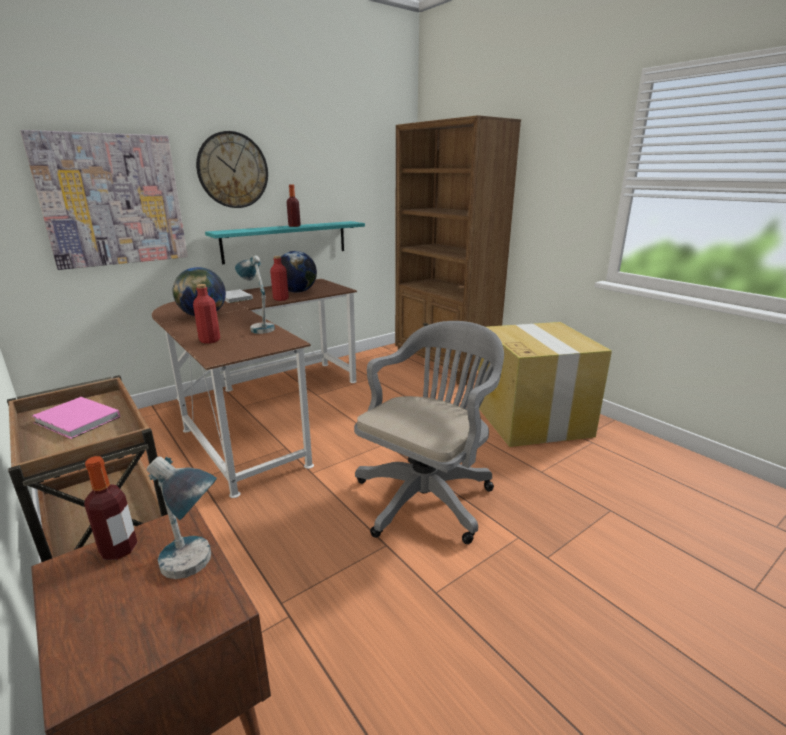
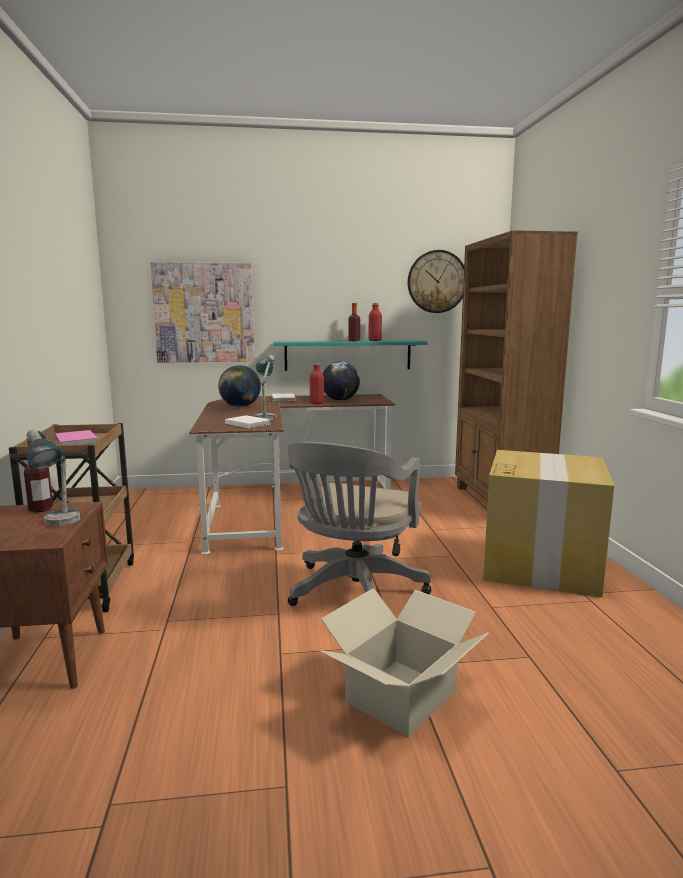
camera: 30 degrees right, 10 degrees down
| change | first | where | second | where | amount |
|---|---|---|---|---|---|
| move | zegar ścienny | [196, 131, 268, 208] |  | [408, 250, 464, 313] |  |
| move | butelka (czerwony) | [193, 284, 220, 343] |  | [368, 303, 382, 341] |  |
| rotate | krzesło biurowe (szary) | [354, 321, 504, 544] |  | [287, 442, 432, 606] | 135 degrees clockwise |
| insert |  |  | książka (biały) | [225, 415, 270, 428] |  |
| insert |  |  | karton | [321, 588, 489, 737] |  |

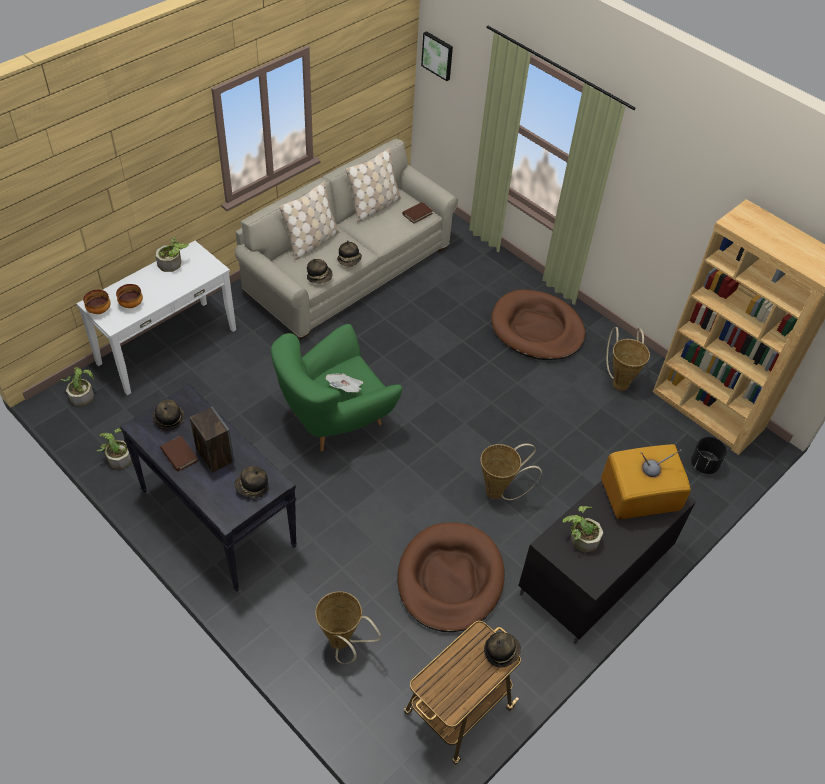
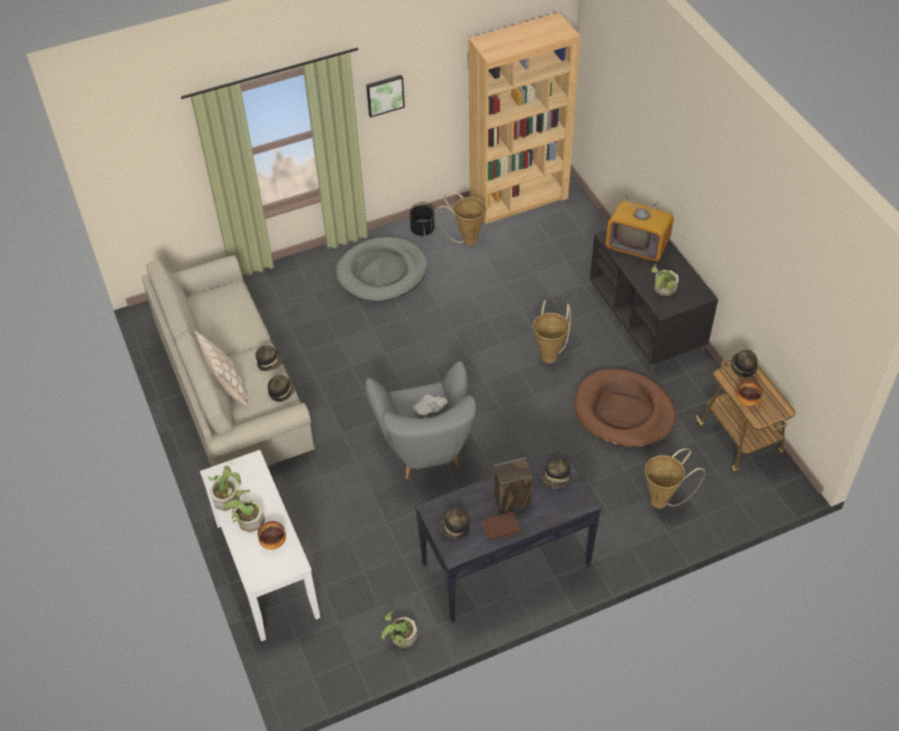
camera: 65 degrees left, 0 degrees up
| change | first | where | second | where | amount |
|---|---|---|---|---|---|
| move | obraz | [421, 31, 453, 81] |  | [366, 75, 405, 117] |  |
| delete | poduszka (beżowy) | [346, 148, 401, 222] |  |  |  |
| delete | książka (brązowy) | [402, 202, 433, 224] |  |  |  |
| recolor | legowisko (brązowy) | [491, 289, 585, 360] | legowisko (szary) | [336, 237, 428, 301] |  |
| move | miska | [83, 290, 111, 314] |  | [736, 381, 763, 406] |  |
| recolor | fotel (zielony) | [271, 324, 402, 452] | fotel (szary) | [365, 361, 476, 479] |  |
| move | roślina doniczkowa | [61, 367, 94, 406] |  | [223, 490, 265, 532] |  |
| move | donica (czarny) | [691, 437, 727, 474] |  | [410, 205, 435, 236] |  |
| rotate | telewizor | [601, 444, 691, 519] |  | [606, 195, 674, 261] | 75 degrees counterclockwise |

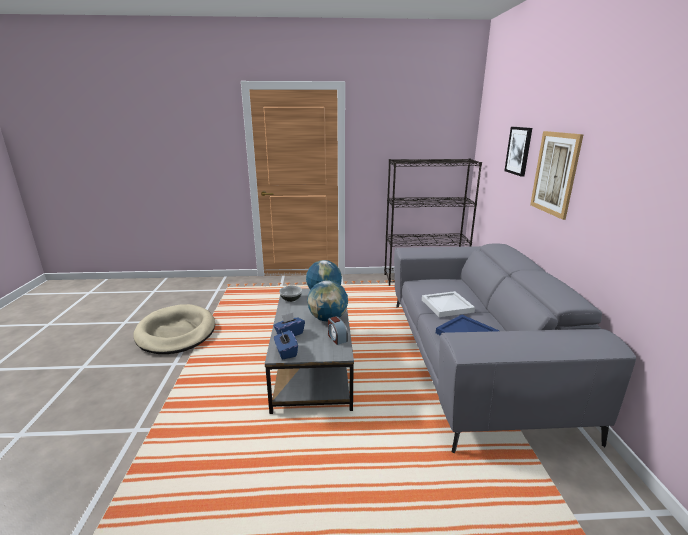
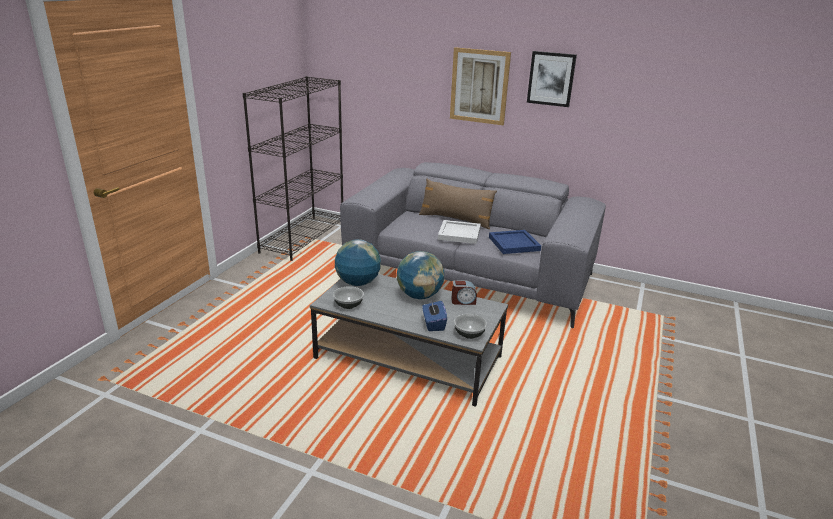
camera: 65 degrees left, 5 degrees up
| change | first | where | second | where | amount |
|---|---|---|---|---|---|
| move | obraz | [504, 127, 532, 177] |  | [527, 51, 577, 107] |  |
| delete | legowisko (beżowy) | [133, 304, 215, 354] |  |  |  |
| replace | pudełko chusteczek (niebieski) | [274, 330, 298, 359] | miska | [454, 314, 487, 339] |  |
| insert |  |  | poduszka (brązowy) | [419, 179, 497, 229] |  |

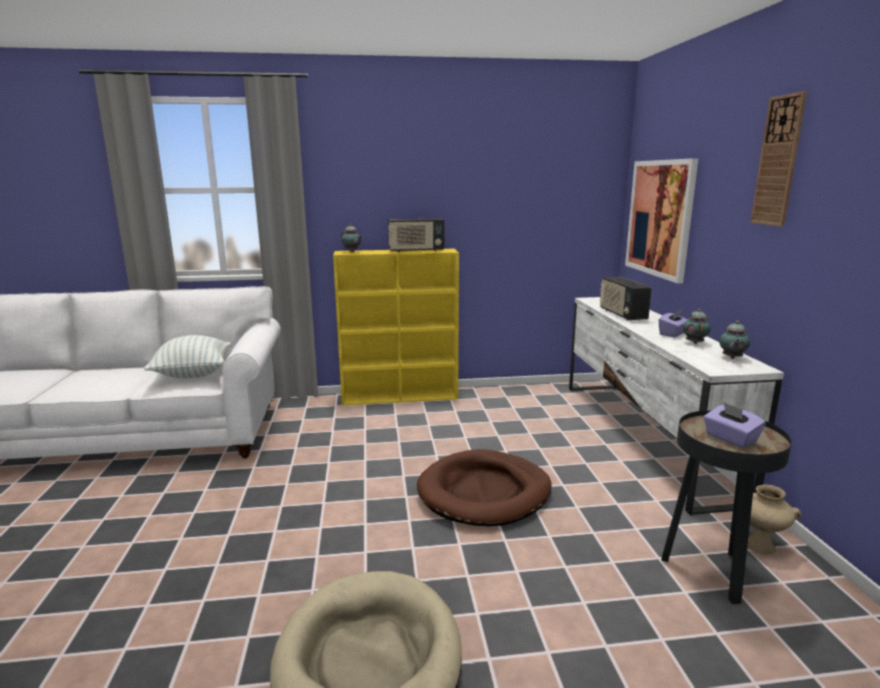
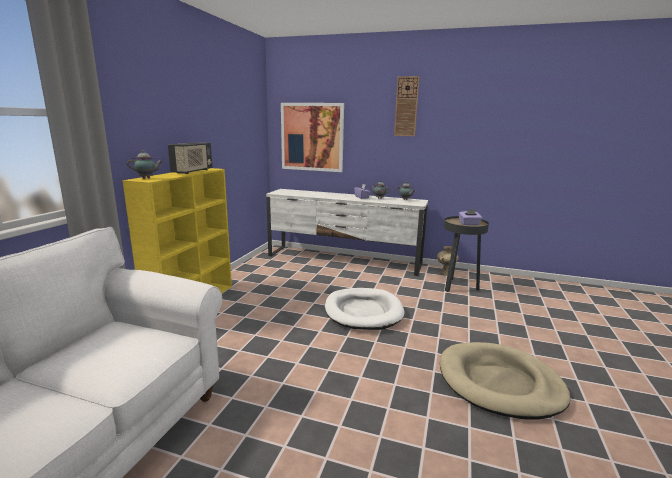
camera: 65 degrees left, 0 degrees up
| change | first | where | second | where | amount |
|---|---|---|---|---|---|
| delete | radio | [600, 277, 652, 320] |  |  |  |
| delete | poduszka | [144, 335, 231, 378] |  |  |  |
| recolor | legowisko (brązowy) | [417, 449, 552, 526] | legowisko (biały) | [325, 288, 404, 330] |  |

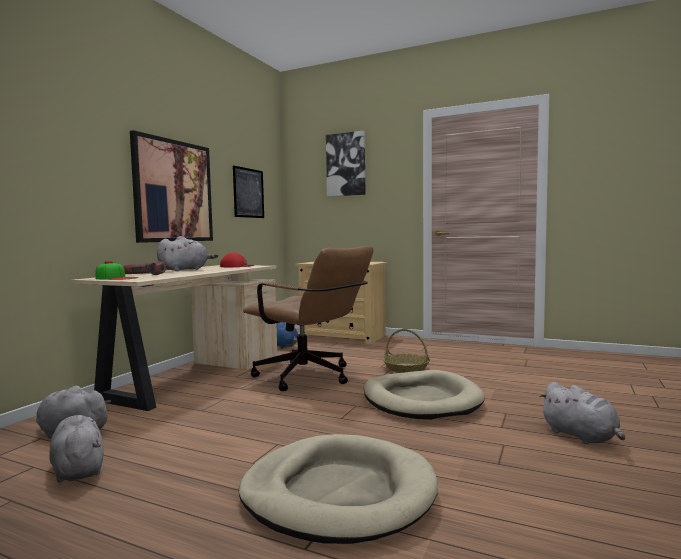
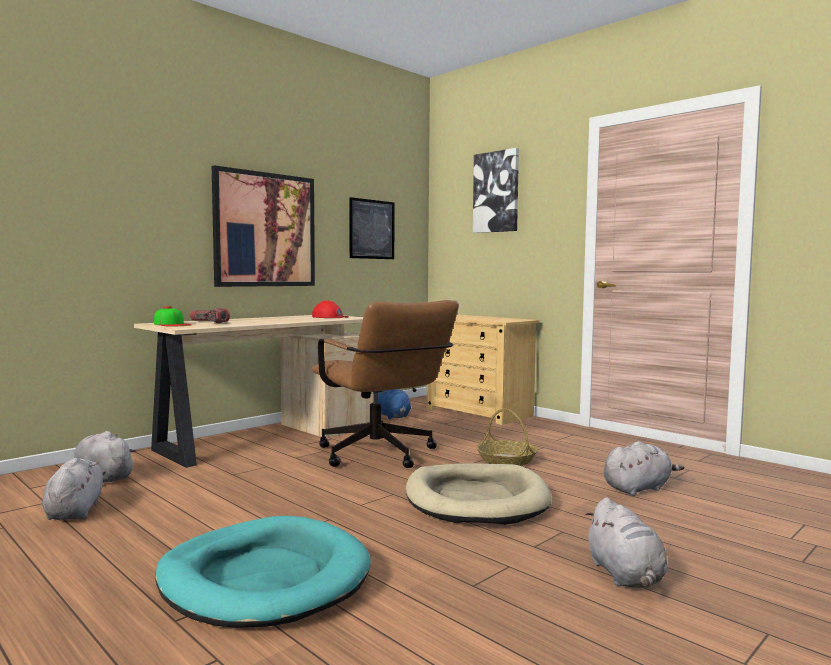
camera: 20 degrees right, 0 degrees up
| change | first | where | second | where | amount |
|---|---|---|---|---|---|
| move | pluszak (szary) | [157, 236, 218, 271] |  | [604, 441, 685, 496] |  |
| recolor | legowisko (beżowy) | [239, 434, 438, 544] | legowisko (turkusowy) | [155, 516, 371, 628] |  |

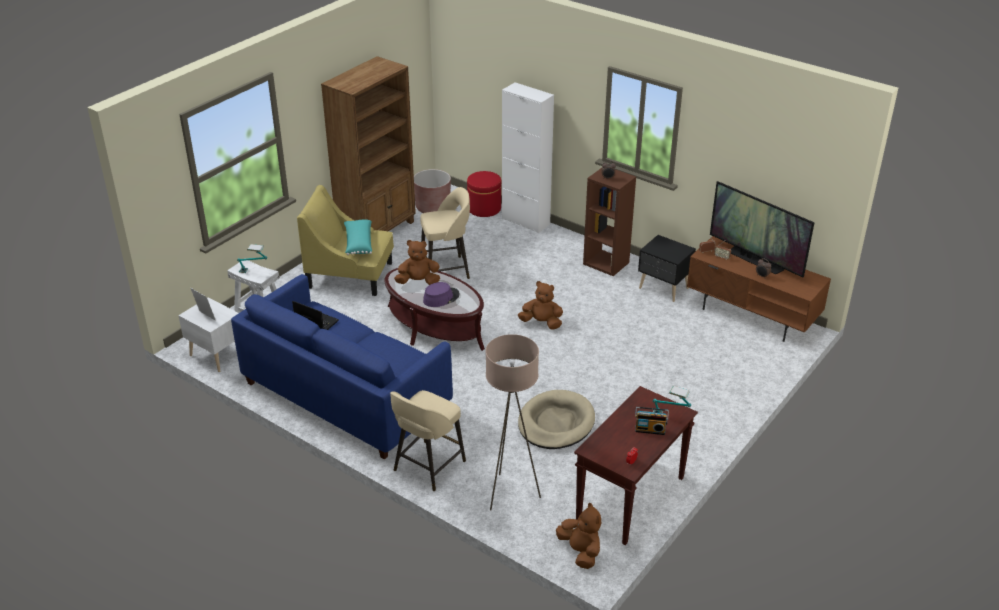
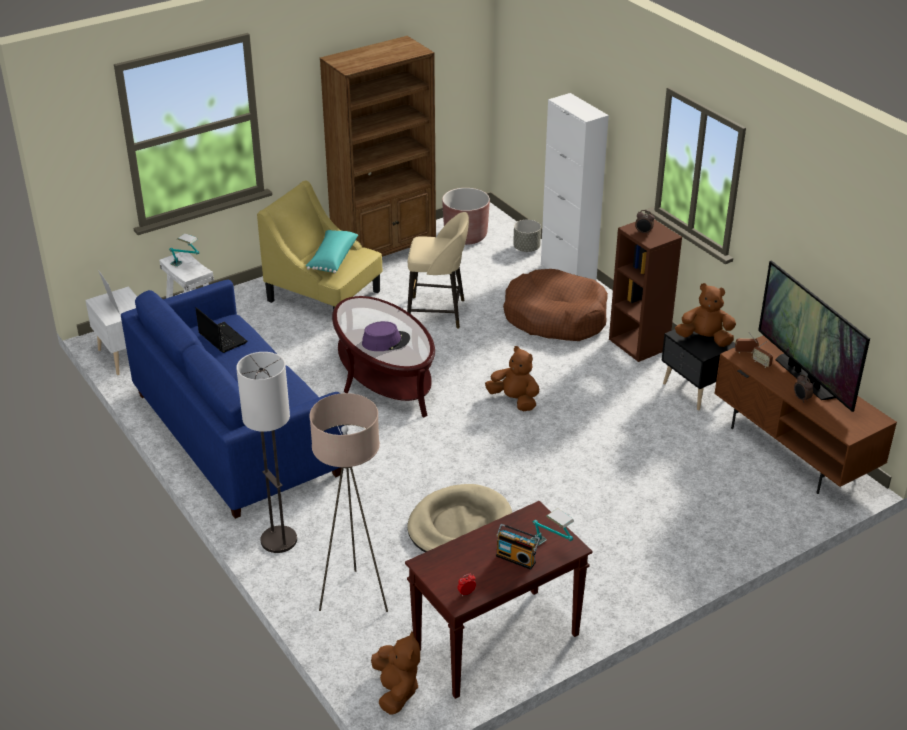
camera: 20 degrees right, 0 degrees up
| change | first | where | second | where | amount |
|---|---|---|---|---|---|
| replace | pufa (czerwony) | [467, 171, 501, 217] | donica (szary) | [513, 220, 541, 252] |  |
| move | pluszak (brązowy) | [394, 240, 440, 285] |  | [675, 283, 736, 347] |  |
| replace | stołek (beżowy) | [390, 390, 466, 491] | lampa stojąca | [236, 352, 297, 553] |  |
| insert |  |  | legowisko (brązowy) | [503, 269, 608, 341] |  |

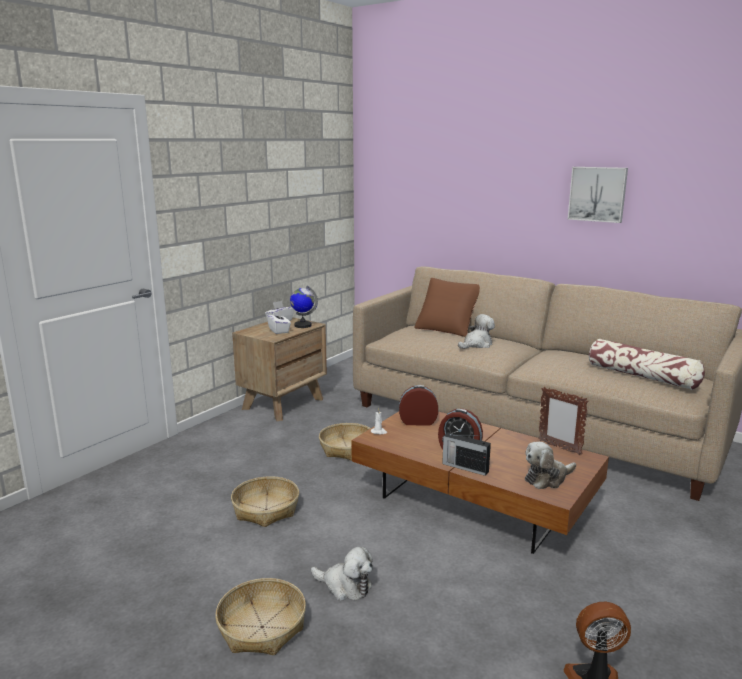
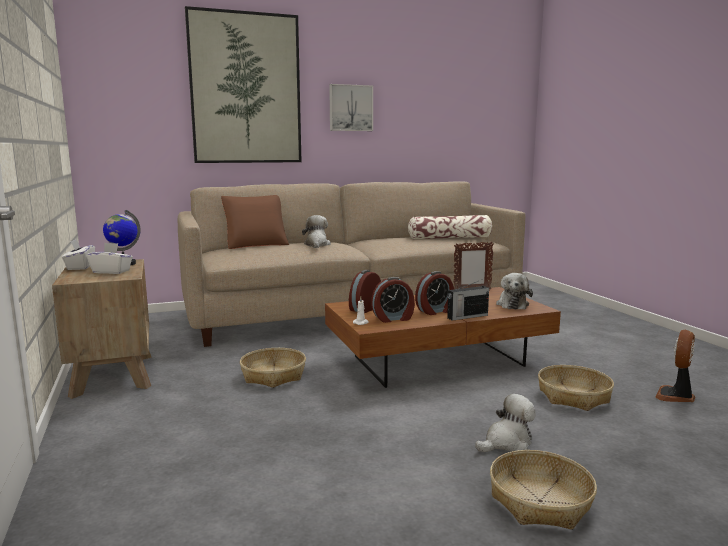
camera: 55 degrees left, 5 degrees down
| change | first | where | second | where | amount |
|---|---|---|---|---|---|
| move | koszyk | [231, 476, 299, 527] |  | [538, 365, 614, 411] |  |
| insert |  |  | obraz | [185, 6, 302, 163] |  |
| insert |  |  | budzik | [371, 277, 415, 323] |  |

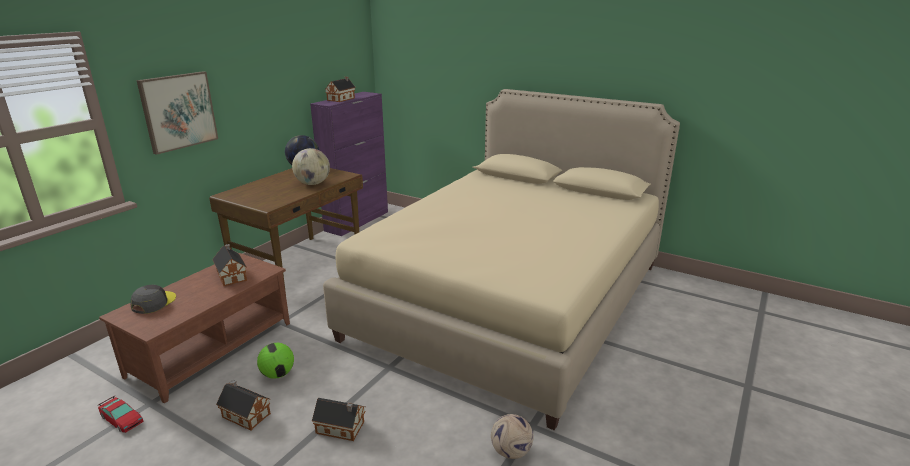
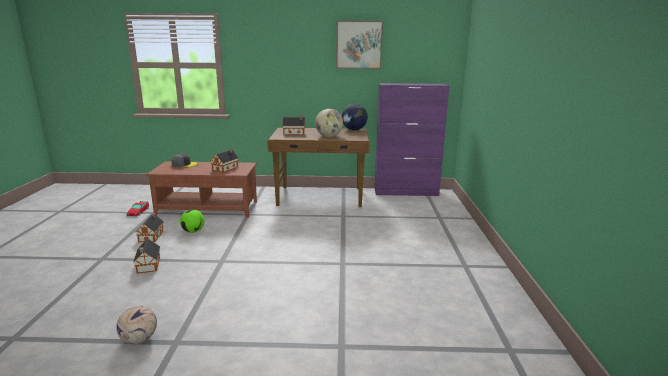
camera: 60 degrees right, 5 degrees down
| change | first | where | second | where | amount |
|---|---|---|---|---|---|
| move | obraz | [136, 71, 218, 155] |  | [336, 20, 383, 69] |  |
| move | domek | [325, 77, 356, 102] |  | [283, 116, 305, 135] |  |
| delete | łóżko (beżowy) | [323, 89, 680, 430] |  |  |  |

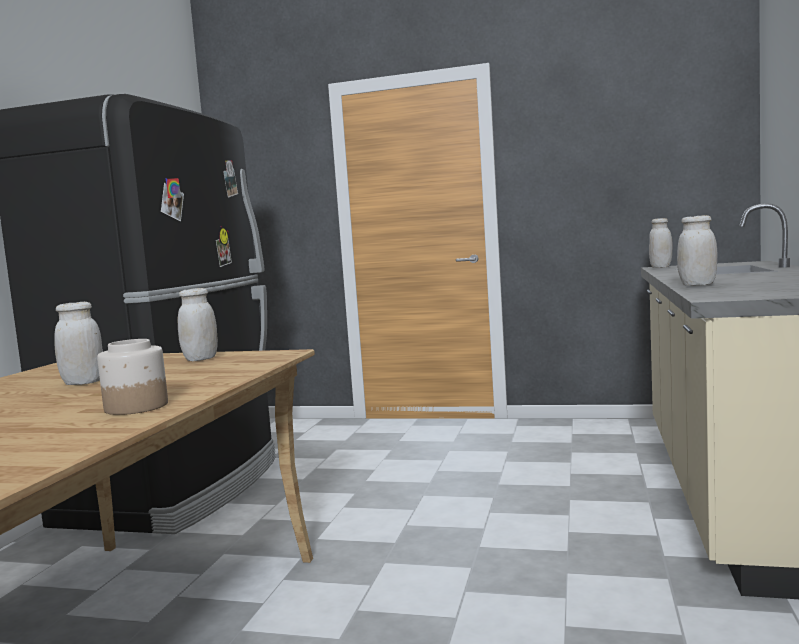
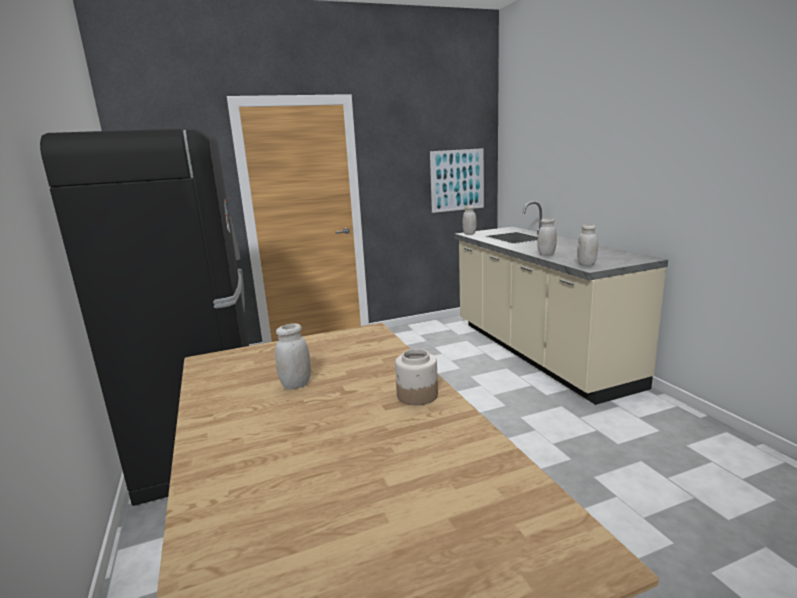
camera: 35 degrees left, 10 degrees up
| change | first | where | second | where | amount |
|---|---|---|---|---|---|
| move | słoik (biały) | [178, 288, 218, 361] |  | [577, 224, 598, 266] |  |
| insert |  |  | obraz | [430, 148, 484, 213] |  |

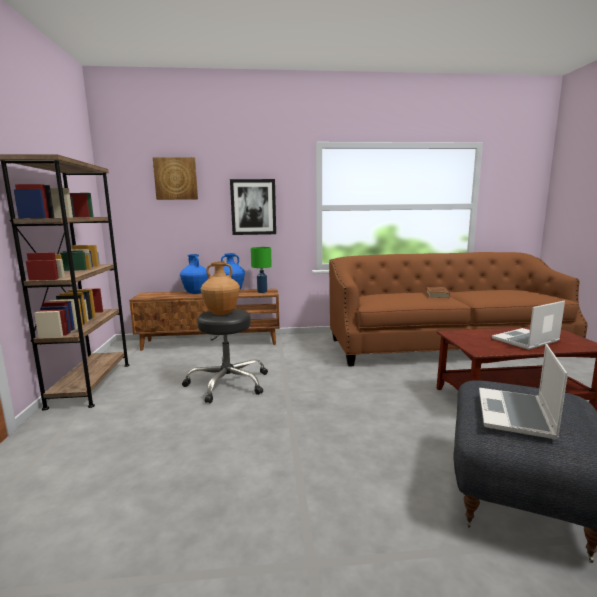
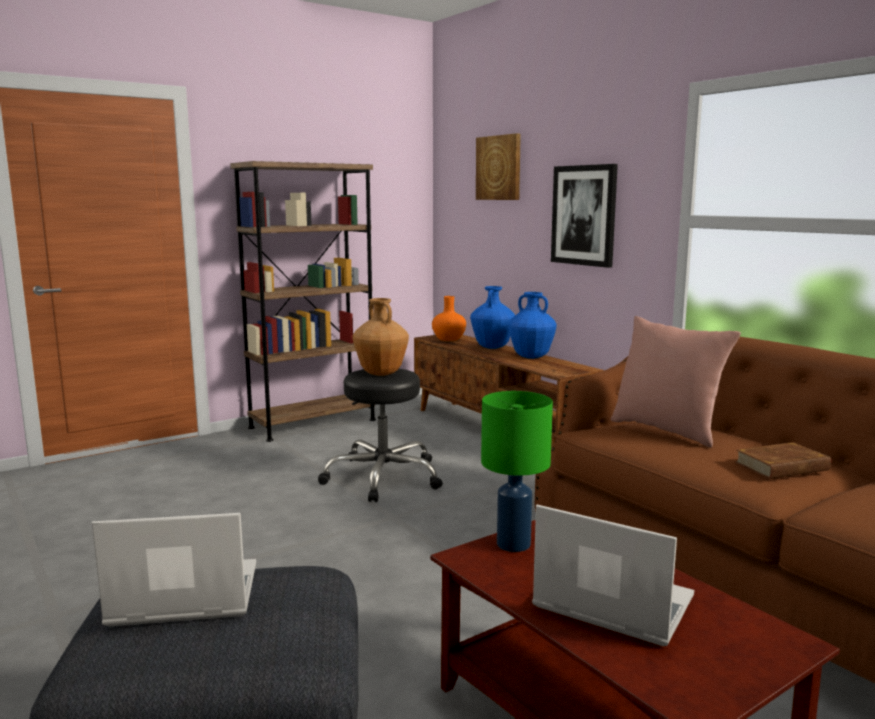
camera: 60 degrees right, 0 degrees up
| change | first | where | second | where | amount |
|---|---|---|---|---|---|
| move | lampa stołowa (zielony) | [251, 247, 272, 293] |  | [481, 391, 553, 552] |  |
| insert |  |  | wazon (pomarańczowy) | [432, 296, 466, 341] |  |
| insert |  |  | poduszka (różowy) | [611, 316, 741, 448] |  |

